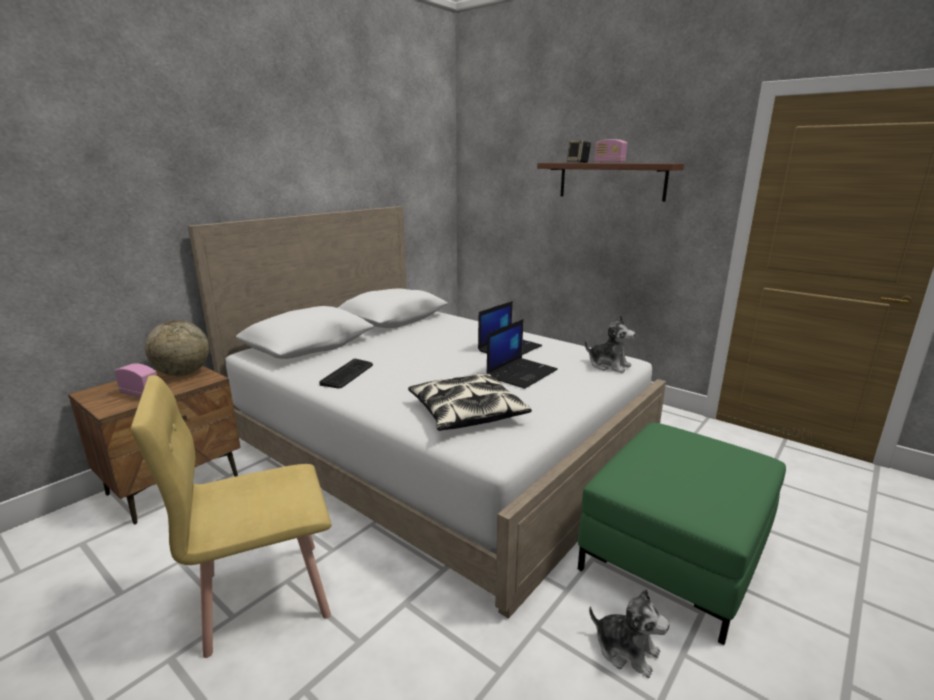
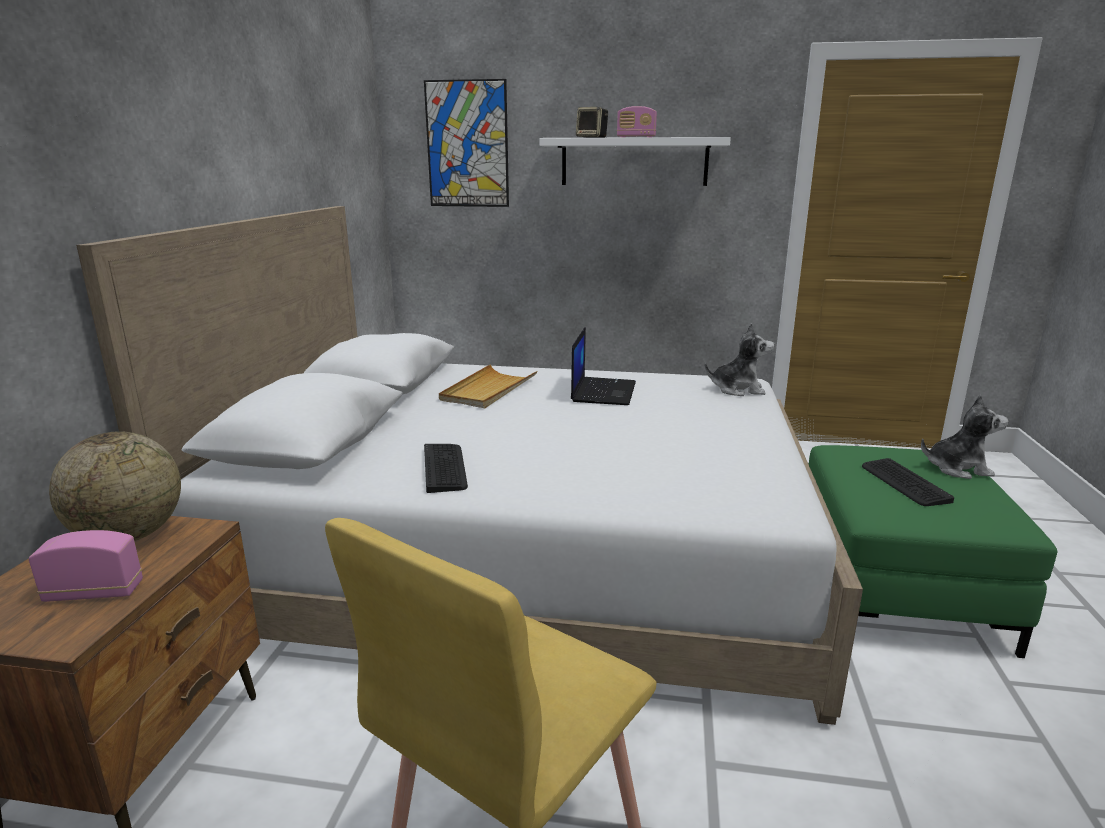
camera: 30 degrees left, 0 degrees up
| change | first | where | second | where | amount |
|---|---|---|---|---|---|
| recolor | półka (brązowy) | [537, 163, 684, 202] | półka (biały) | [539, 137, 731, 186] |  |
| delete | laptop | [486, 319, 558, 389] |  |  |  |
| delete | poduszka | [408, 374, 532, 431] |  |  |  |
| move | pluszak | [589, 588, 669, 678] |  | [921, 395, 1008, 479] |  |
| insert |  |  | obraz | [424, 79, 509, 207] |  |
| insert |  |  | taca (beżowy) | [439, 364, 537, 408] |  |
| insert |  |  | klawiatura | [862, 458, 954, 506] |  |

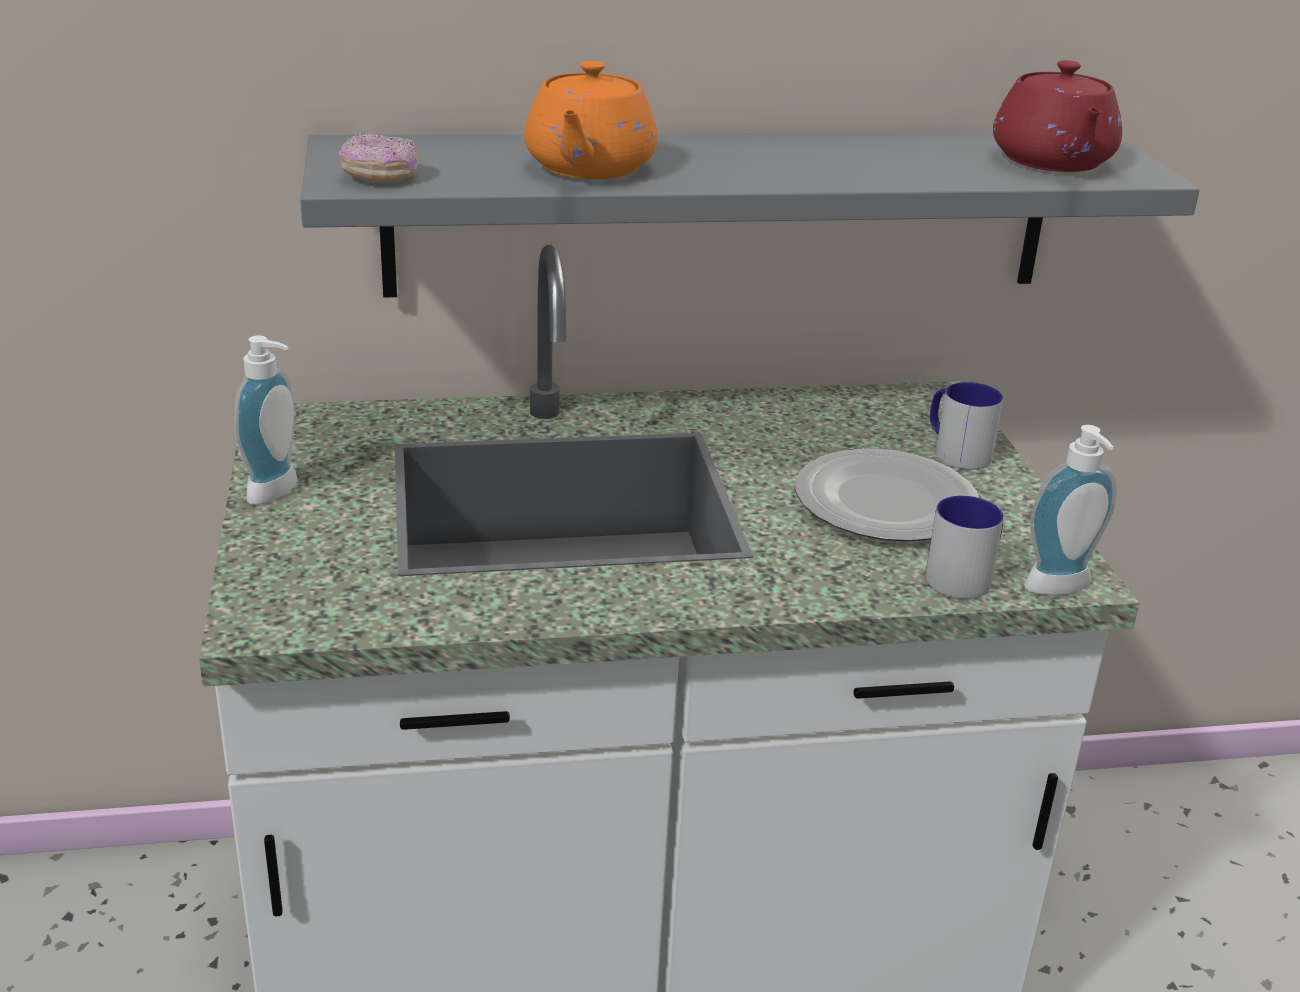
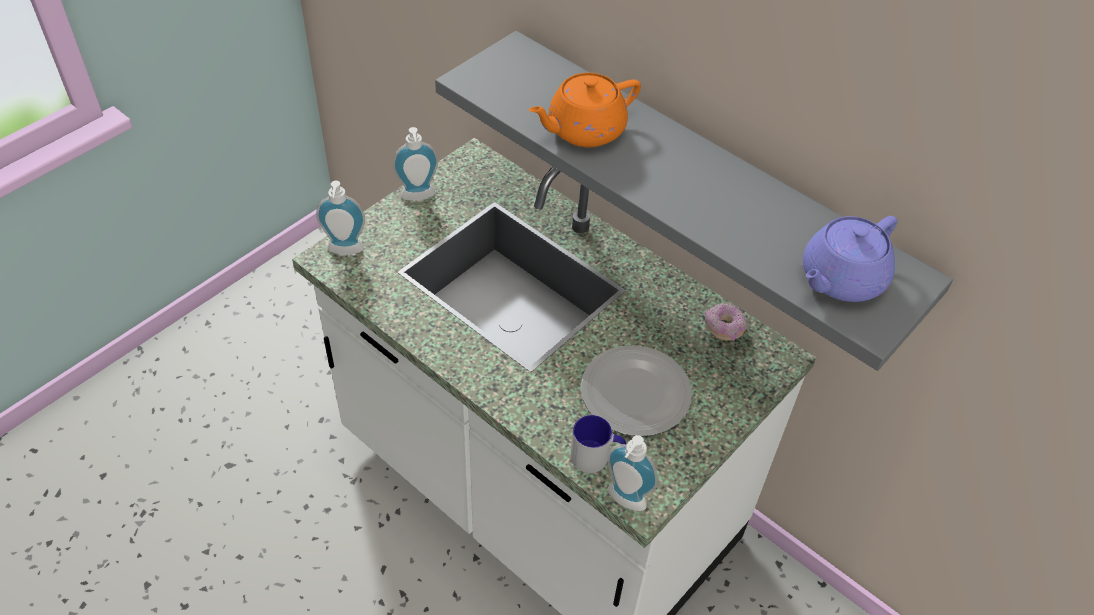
camera: 50 degrees right, 20 degrees up
| change | first | where | second | where | amount |
|---|---|---|---|---|---|
| recolor | imbryk (czerwony) | [993, 60, 1122, 172] | imbryk (fioletowy) | [803, 216, 898, 302] |  |
| move | donut | [338, 133, 418, 183] |  | [705, 303, 747, 341] |  |
| delete | kubek | [930, 382, 1003, 470] |  |  |  |
| insert |  |  | dozownik mydła | [316, 181, 365, 255] |  |

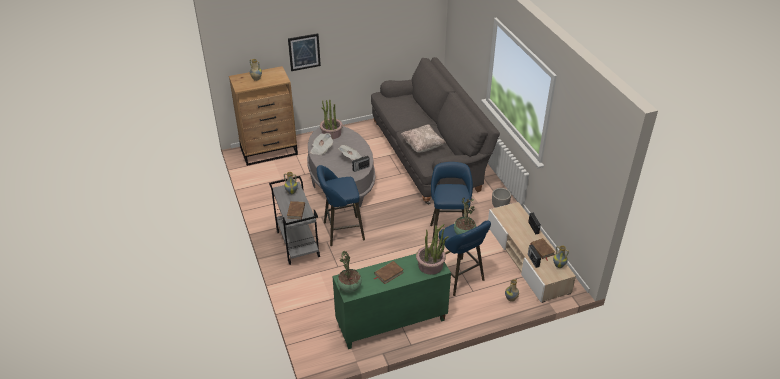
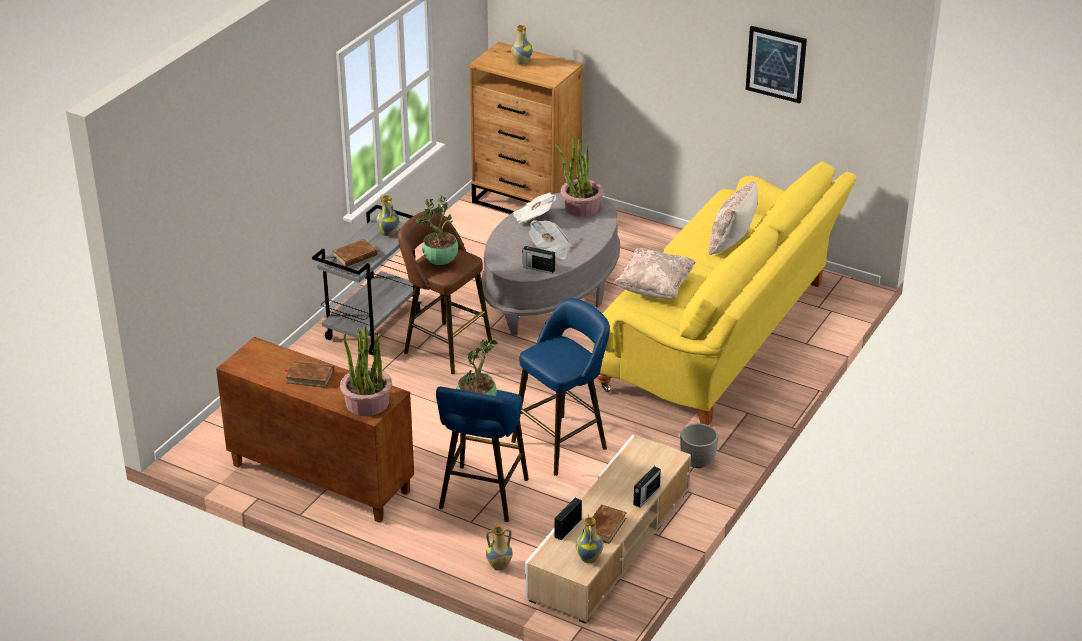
camera: 50 degrees right, 5 degrees down
| change | first | where | second | where | amount |
|---|---|---|---|---|---|
| move | obraz | [288, 33, 321, 71] |  | [746, 26, 807, 103] |  |
| recolor | kanapa (szary) | [371, 57, 500, 205] | kanapa (żółty) | [592, 161, 857, 425] |  |
| recolor | stołek (niebieski) | [317, 165, 365, 246] | stołek (brązowy) | [398, 209, 492, 374] |  |
| move | roślina doniczkowa | [337, 251, 362, 293] |  | [416, 195, 458, 265] |  |
| recolor | szafka (zielony) | [333, 254, 451, 349] | szafka (brązowy) | [216, 337, 414, 523] |  |
| insert |  |  | poduszka (beżowy) | [709, 181, 758, 255] |  |

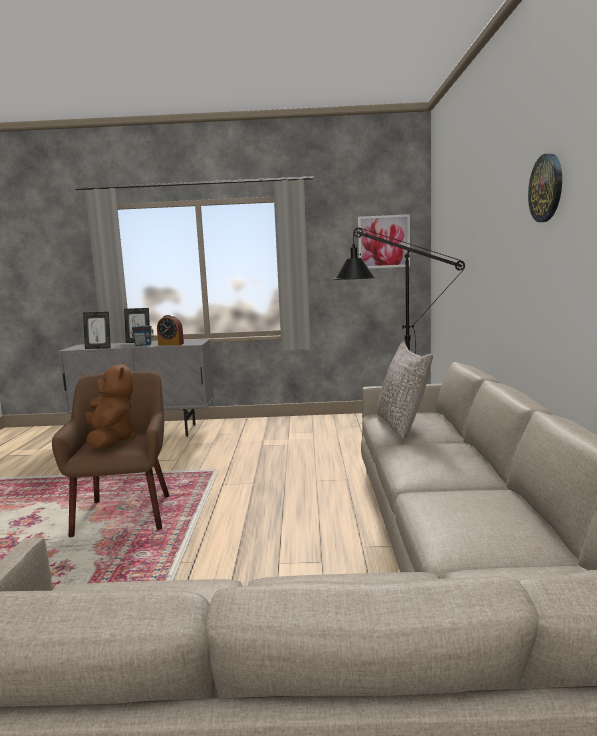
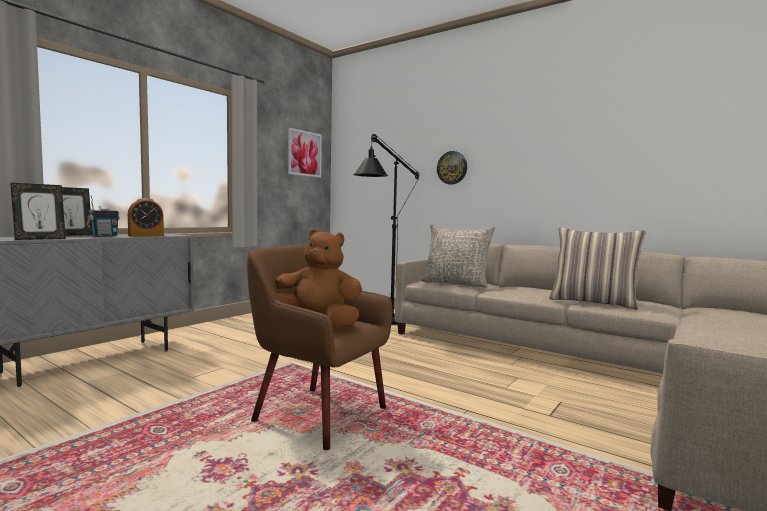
camera: 55 degrees left, 5 degrees down
| change | first | where | second | where | amount |
|---|---|---|---|---|---|
| move | zegar ścienny | [528, 154, 562, 222] |  | [437, 151, 467, 184] |  |
| insert |  |  | poduszka | [549, 227, 646, 310] |  |

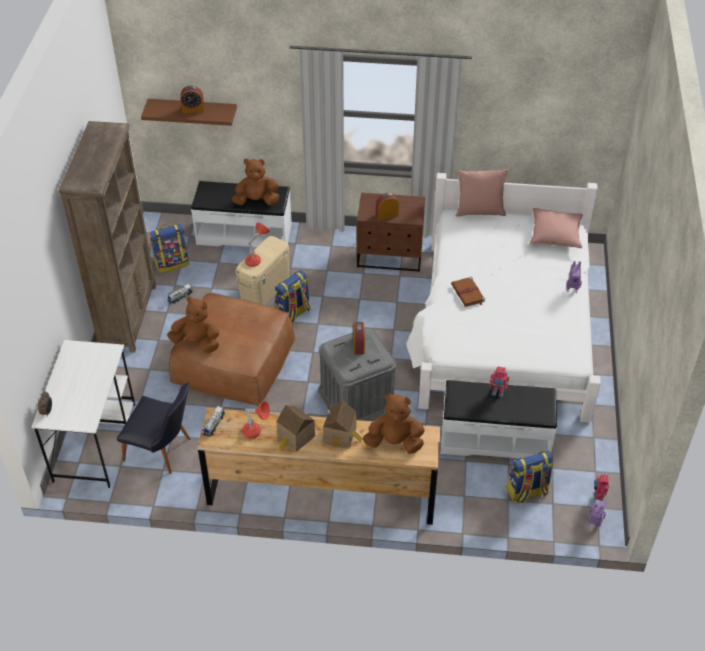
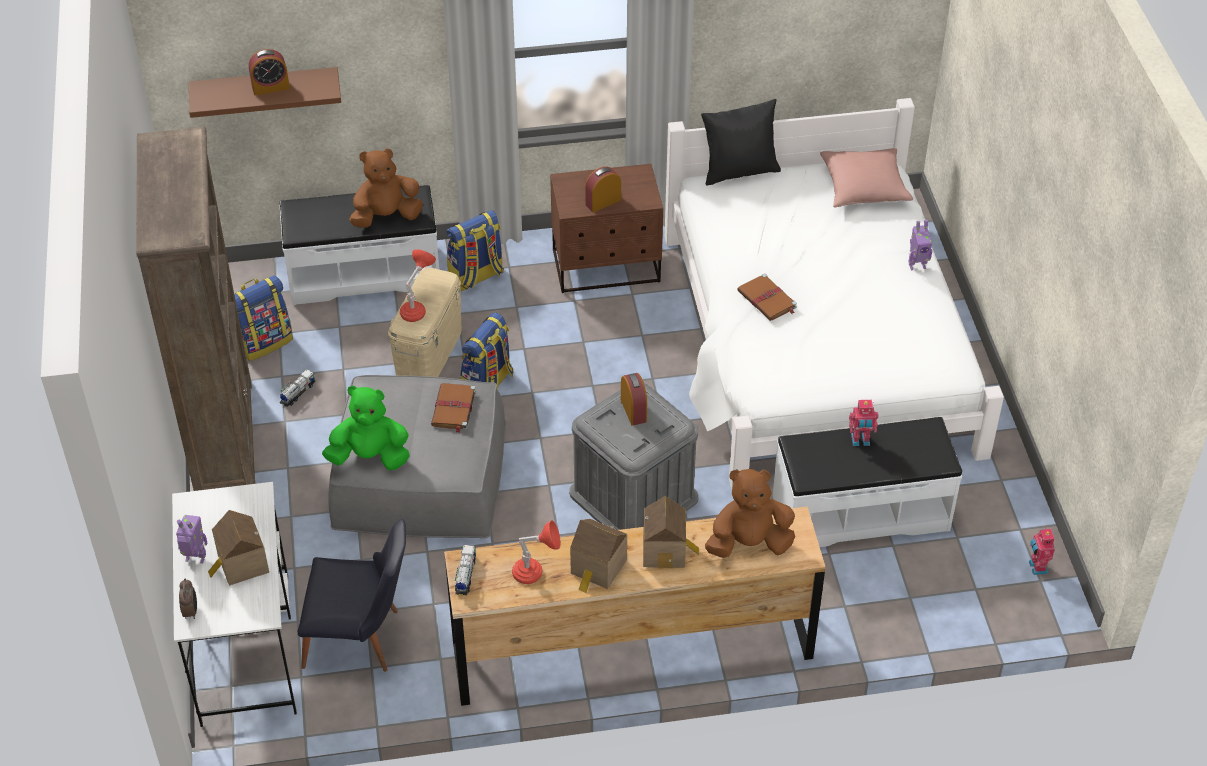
camera: 15 degrees left, 0 degrees up
| change | first | where | second | where | amount |
|---|---|---|---|---|---|
| recolor | poduszka (różowy) | [456, 169, 508, 216] | poduszka (czarny) | [701, 99, 781, 186] |  |
| recolor | pufa (brązowy) | [169, 293, 296, 406] | pufa (szary) | [328, 375, 506, 538] |  |
| recolor | pluszak (brązowy) | [167, 297, 219, 353] | pluszak (zielony) | [322, 386, 410, 470] |  |
| move | plecak | [506, 451, 553, 504] |  | [446, 210, 504, 291] |  |
| move | robot zabawkowy | [588, 499, 606, 529] |  | [176, 515, 208, 563] |  |
| insert |  |  | książka (brązowy) | [431, 383, 476, 433] |  |
| insert |  |  | domek | [208, 510, 269, 586] |  |

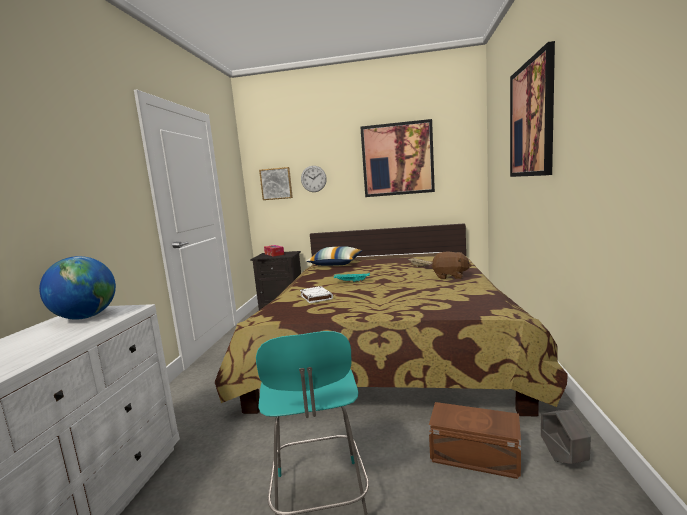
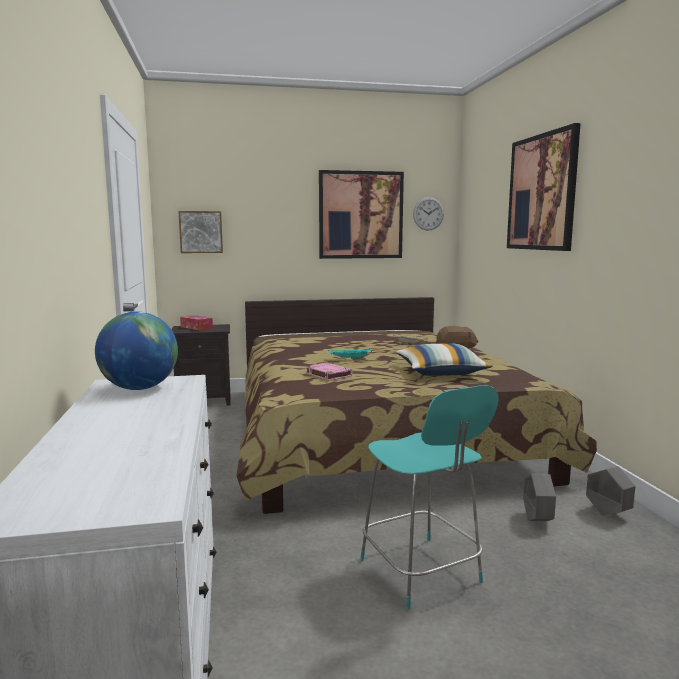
camera: 20 degrees left, 0 degrees up
| change | first | where | second | where | amount |
|---|---|---|---|---|---|
| move | zegar ścienny | [301, 166, 327, 192] |  | [413, 197, 444, 231] |  |
| move | poduszka | [306, 246, 362, 266] |  | [396, 343, 492, 376] |  |
| recolor | książka (biały) | [300, 286, 333, 303] | książka (różowy) | [306, 363, 353, 381] |  |
| replace | pojemnik do przechowywania (brązowy) | [429, 402, 521, 480] | donica (szary) | [523, 474, 556, 521] |  |

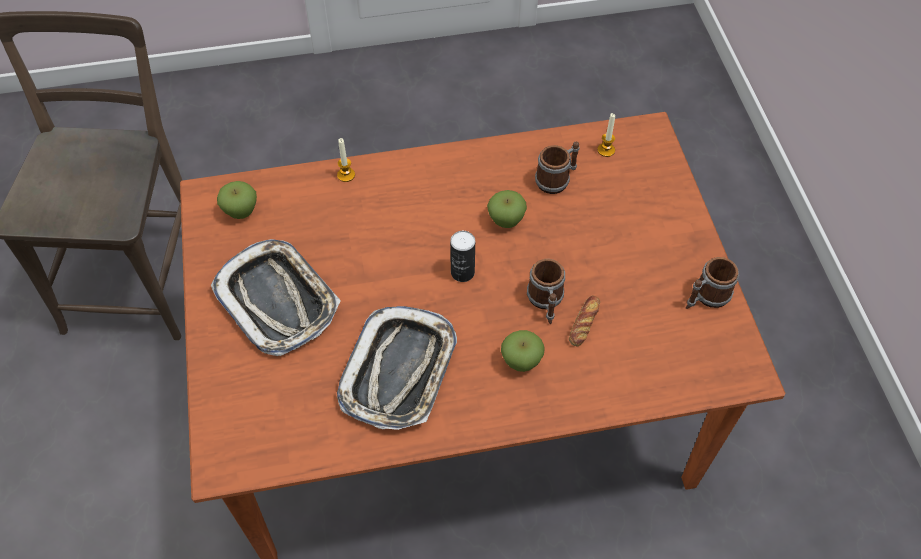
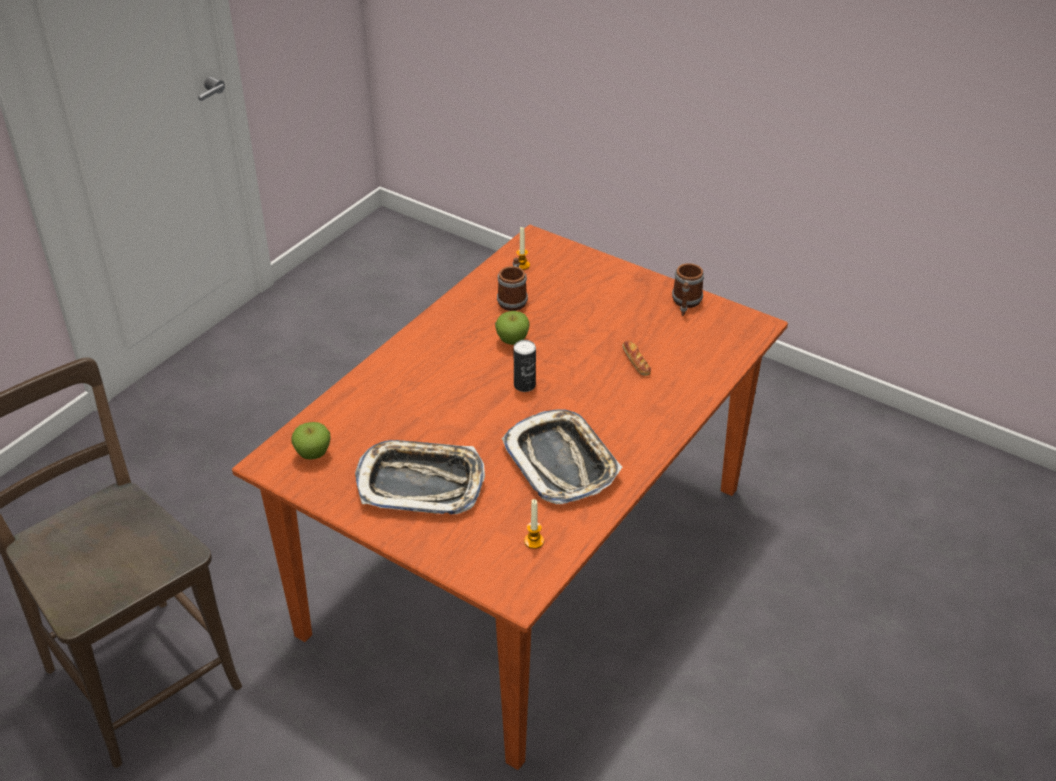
camera: 45 degrees left, 15 degrees down
| change | first | where | second | where | amount |
|---|---|---|---|---|---|
| move | świeca | [337, 138, 355, 182] |  | [524, 499, 544, 549] |  |
| delete | kubek | [527, 259, 565, 324] |  |  |  |
| delete | jabłko | [501, 330, 545, 372] |  |  |  |

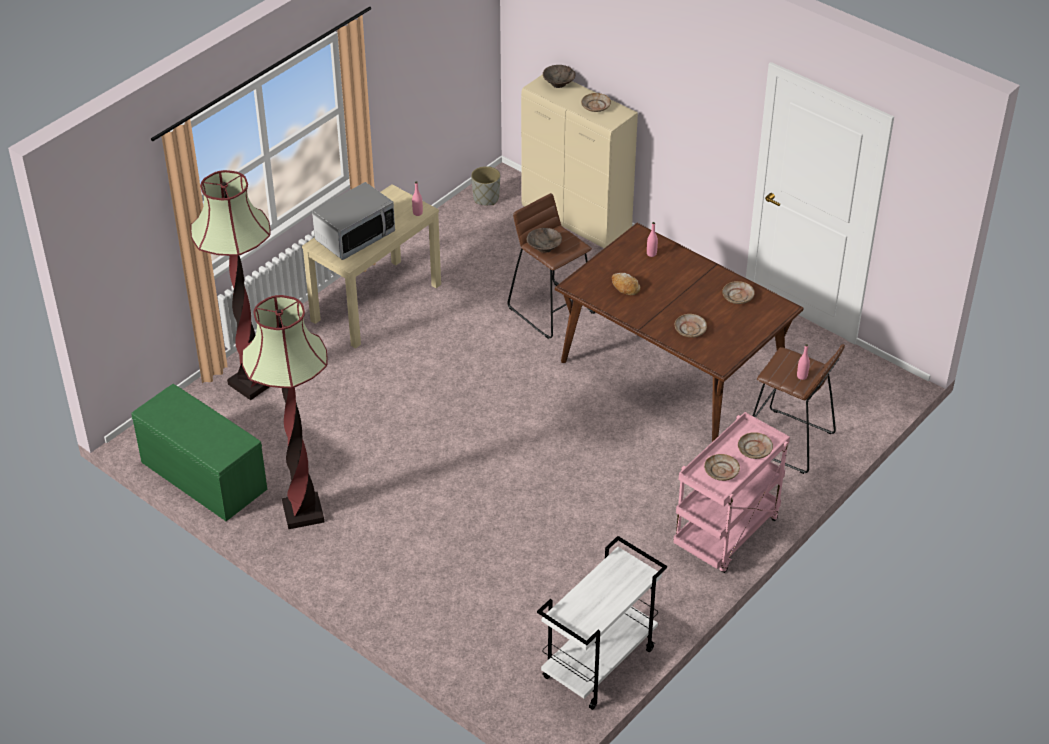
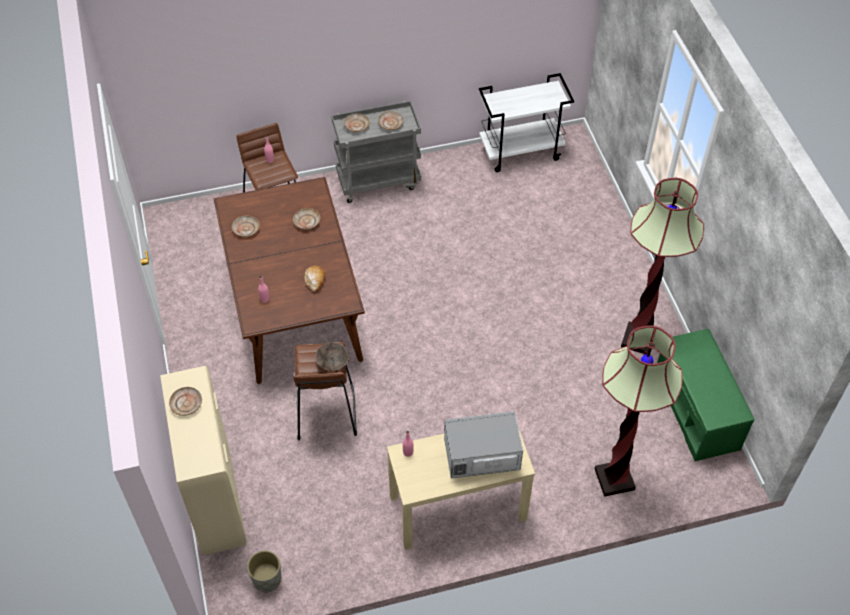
camera: 145 degrees left, 10 degrees up
| change | first | where | second | where | amount |
|---|---|---|---|---|---|
| delete | miska (brązowy) | [543, 65, 576, 88] |  |  |  |
| recolor | wózek (różowy) | [673, 412, 790, 573] | wózek (szary) | [331, 101, 421, 203] |  |

